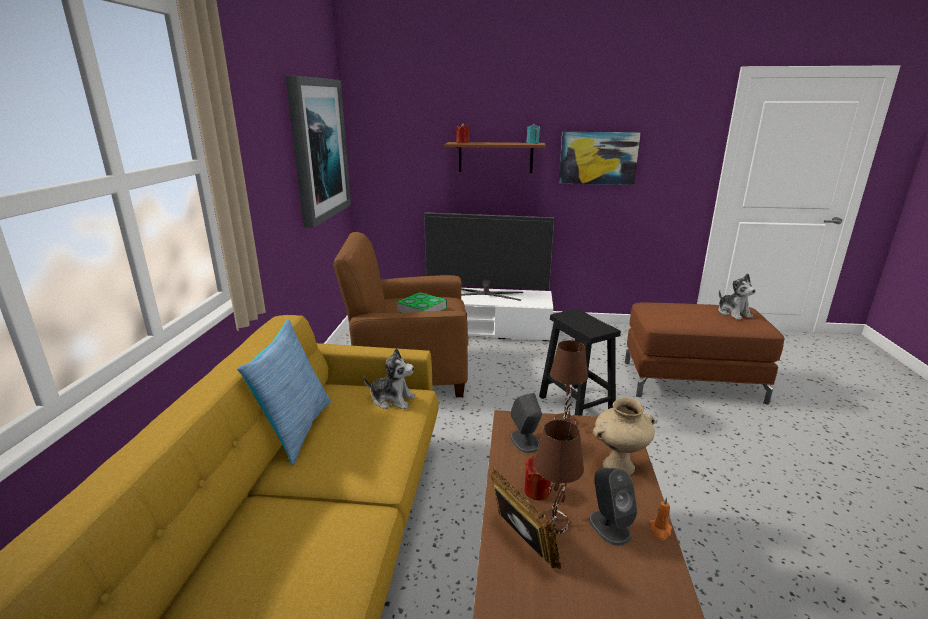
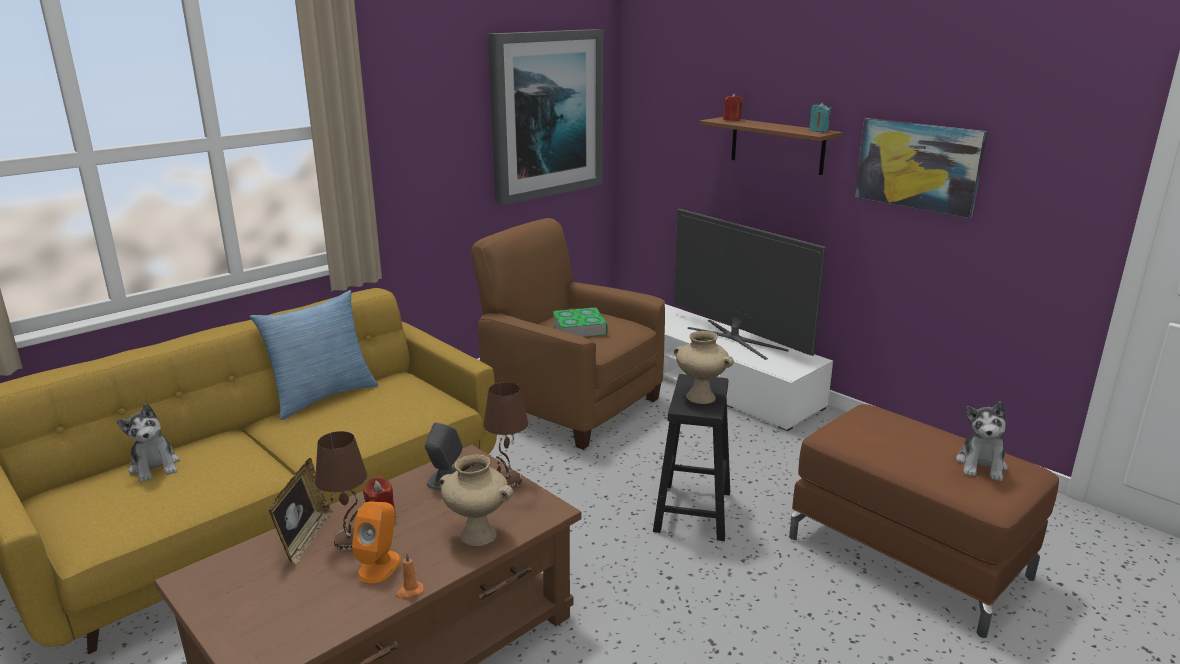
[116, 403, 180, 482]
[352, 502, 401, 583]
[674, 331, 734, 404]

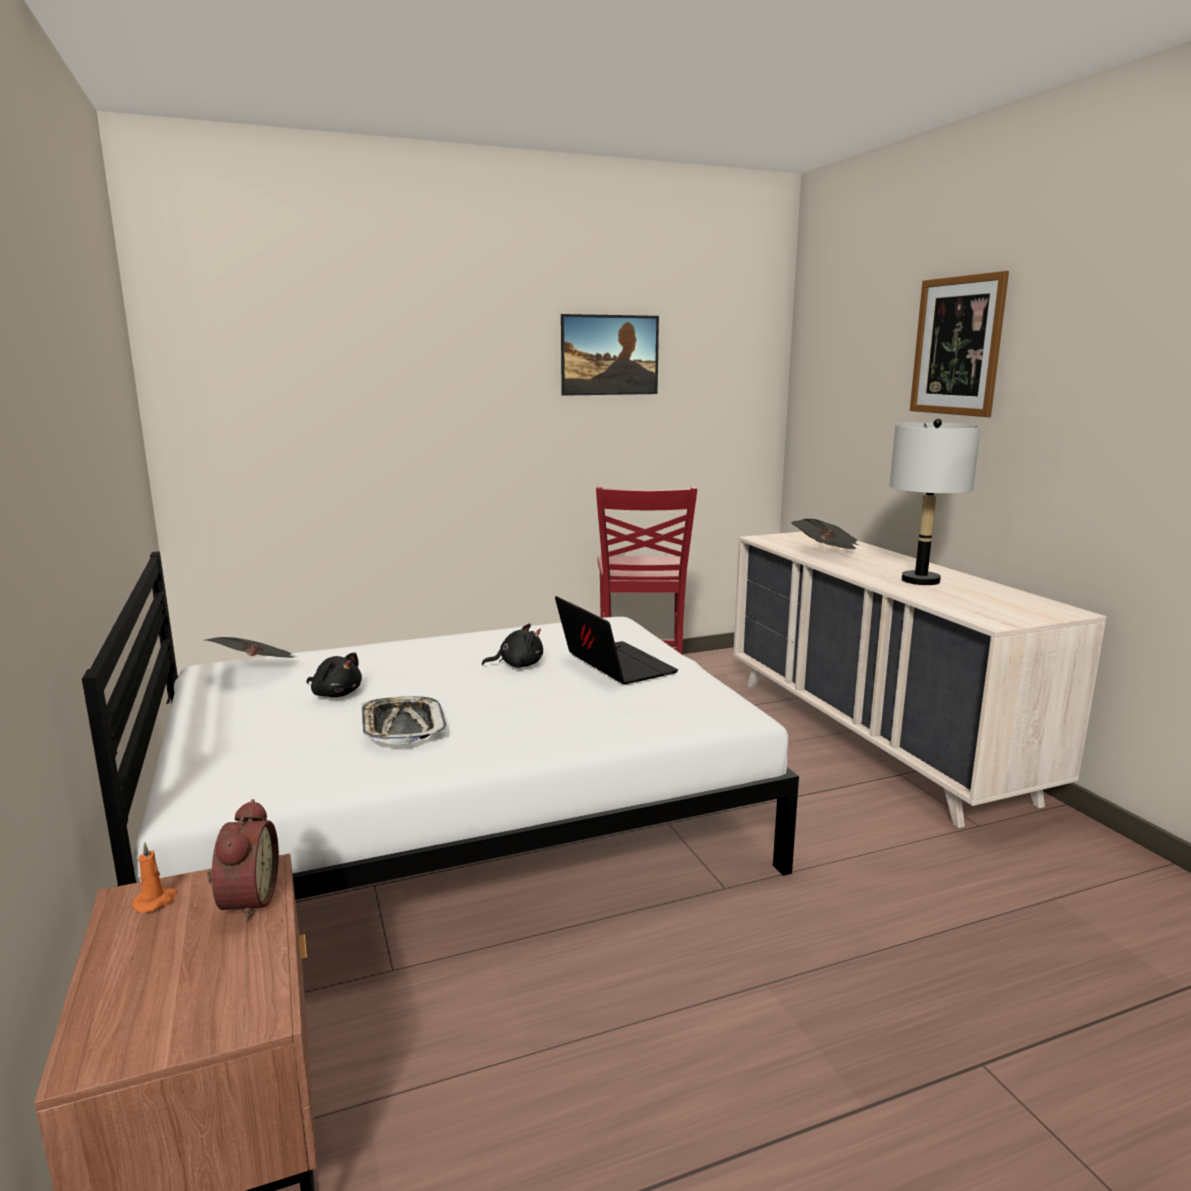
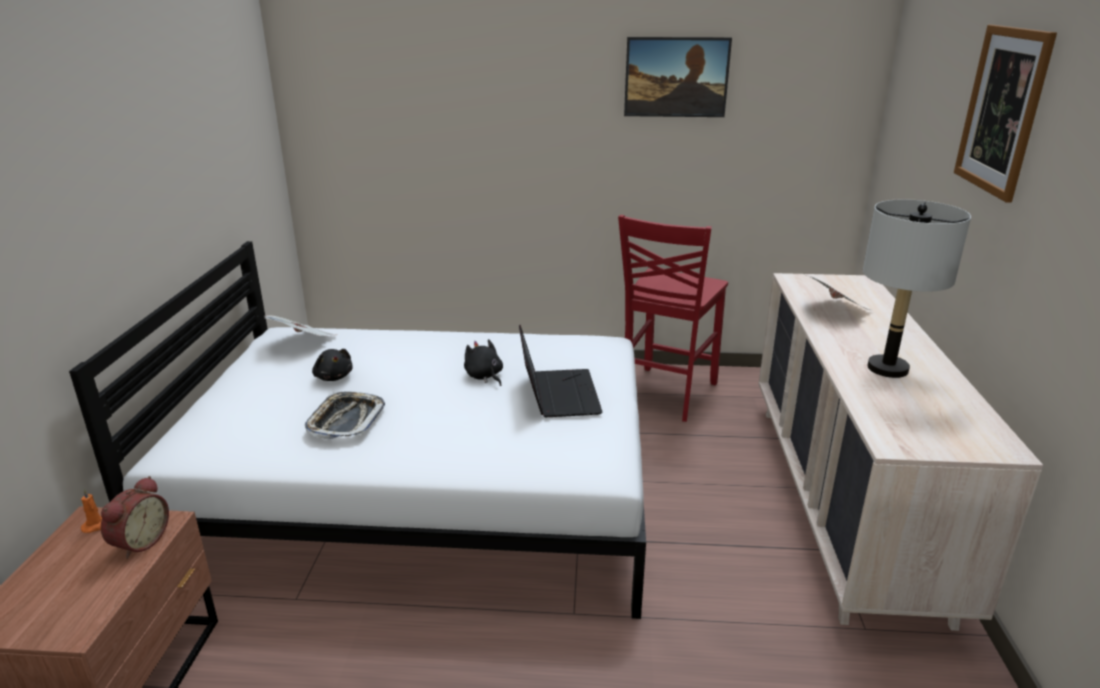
[464, 339, 503, 386]

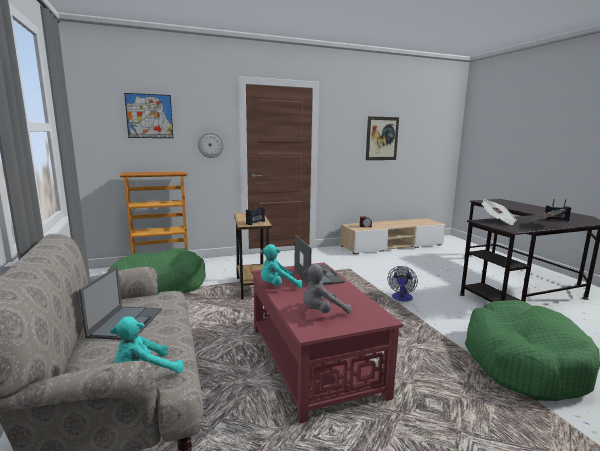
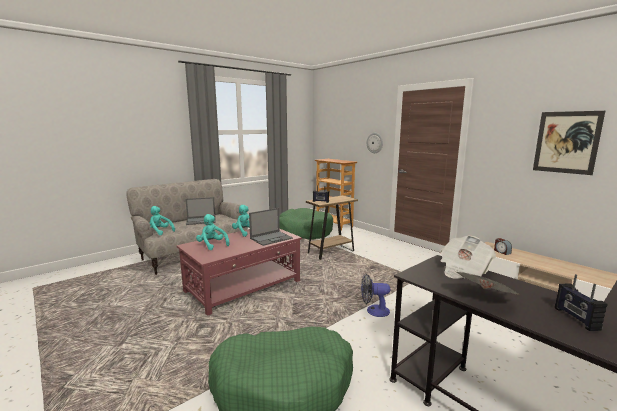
[196, 214, 230, 250]
[124, 93, 173, 138] (first image)

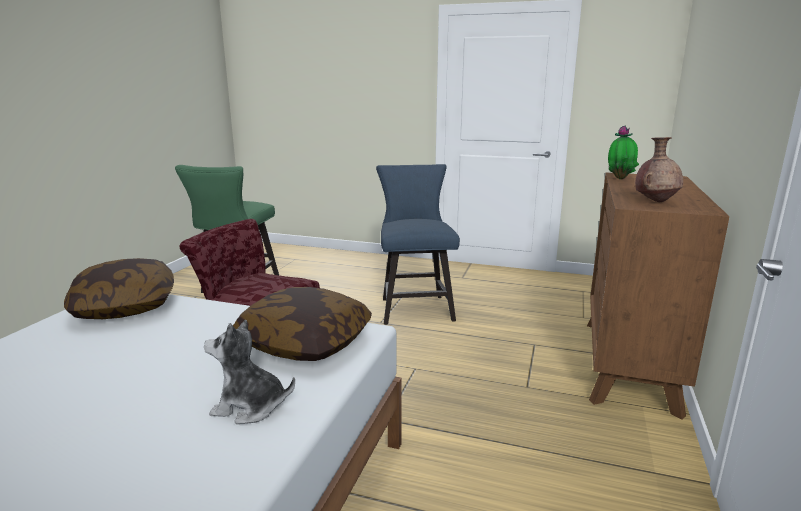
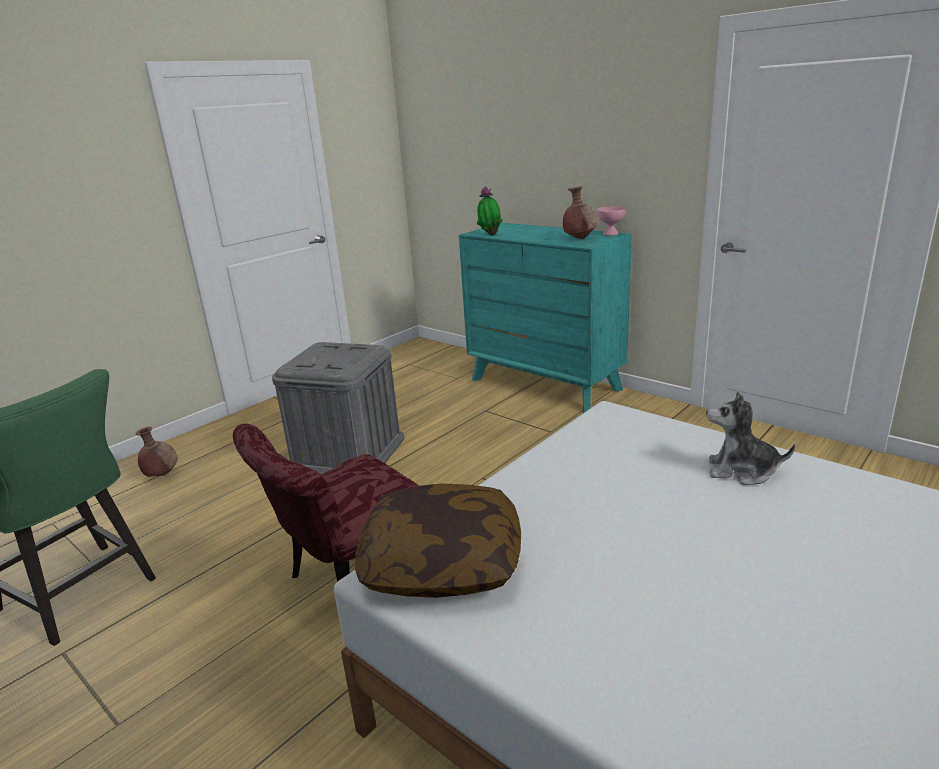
[136, 427, 178, 477]
[272, 342, 405, 475]
[459, 223, 632, 413]
[597, 207, 626, 236]
[706, 392, 795, 485]
[233, 287, 372, 361] (first image)

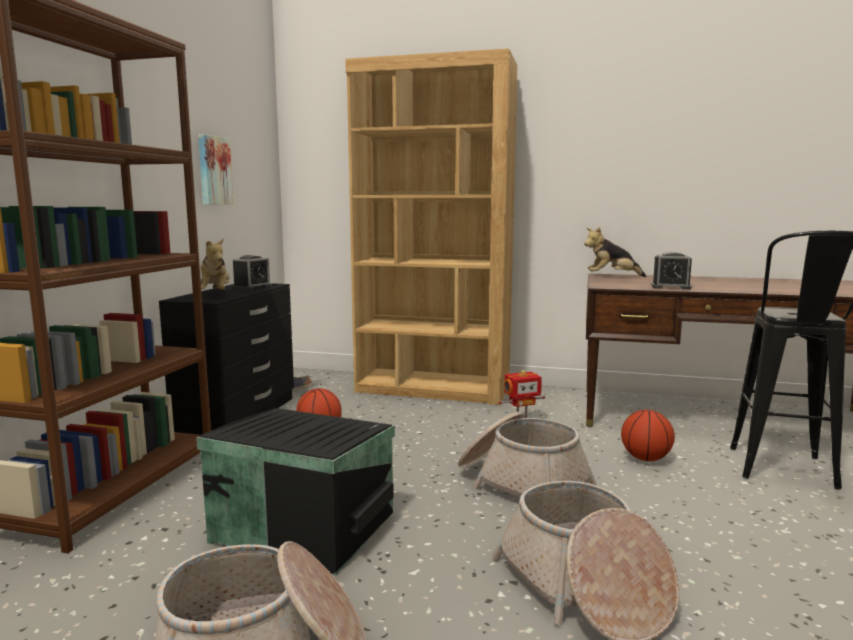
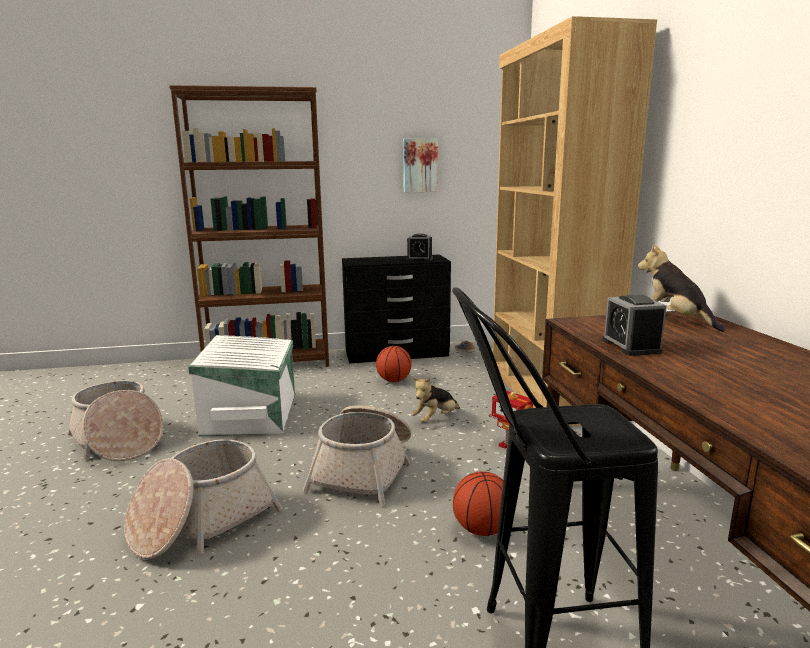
[188, 335, 295, 437]
[411, 377, 460, 423]

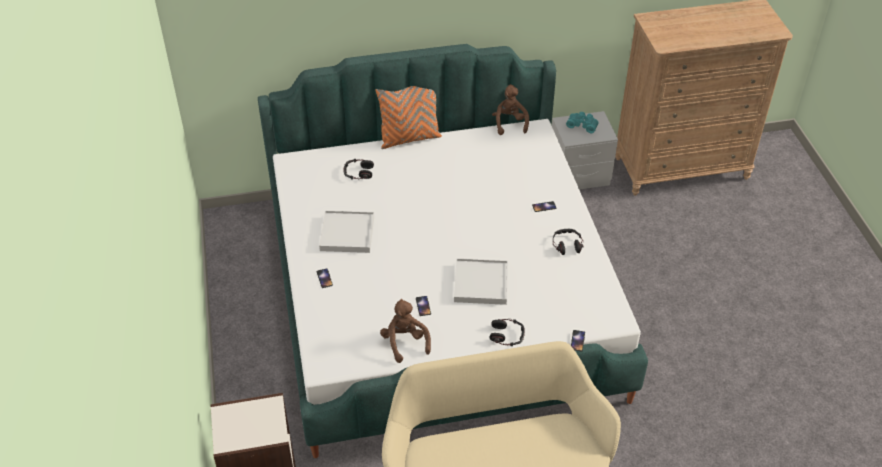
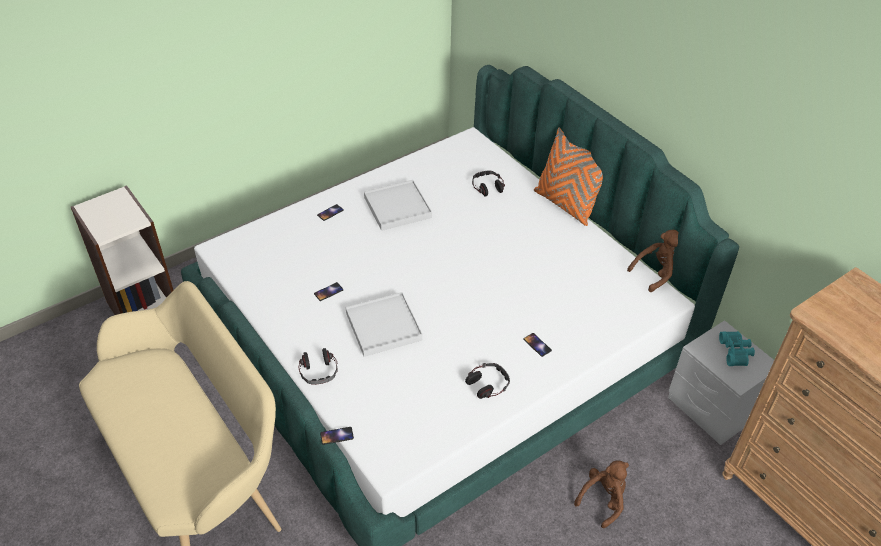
[574, 461, 629, 528]

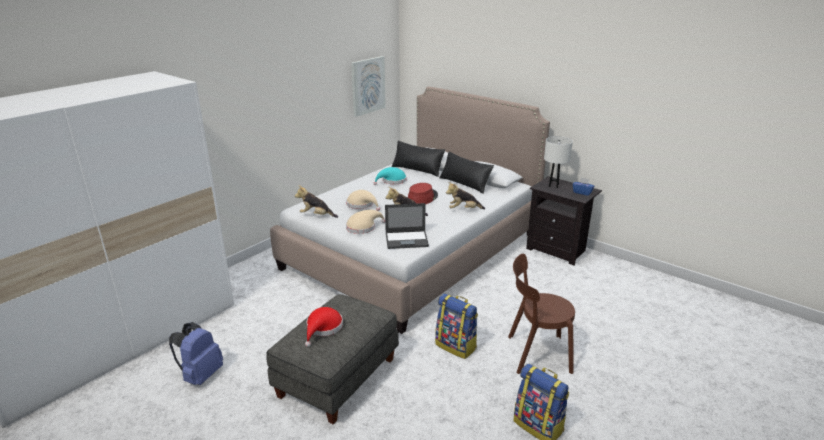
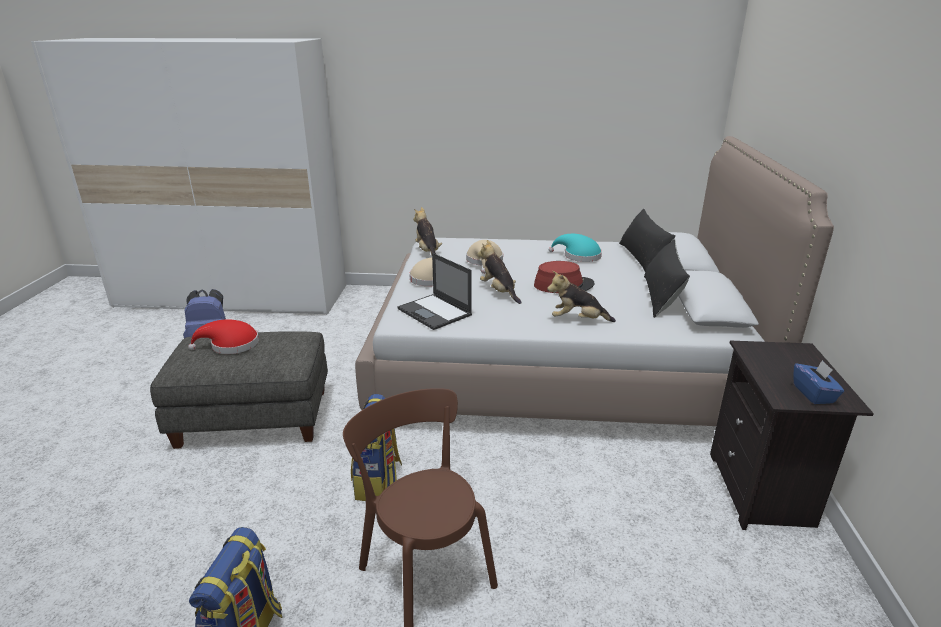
[547, 271, 616, 322]
[351, 56, 386, 117] (first image)
[544, 136, 573, 188] (first image)

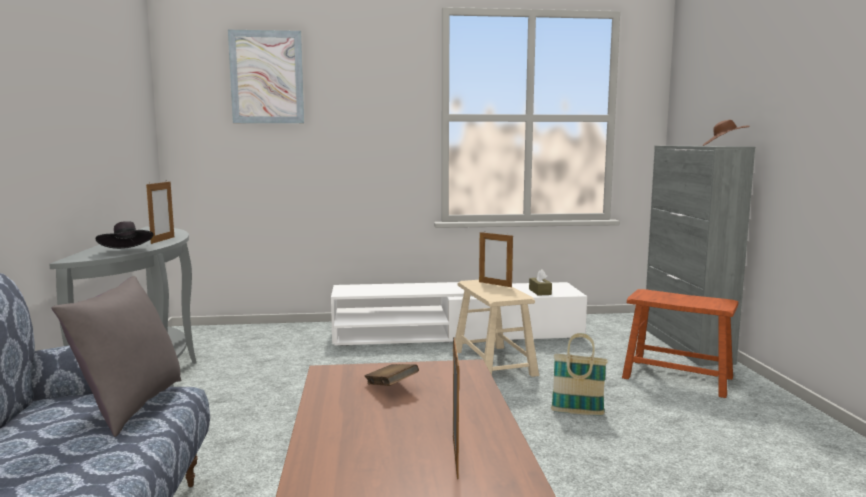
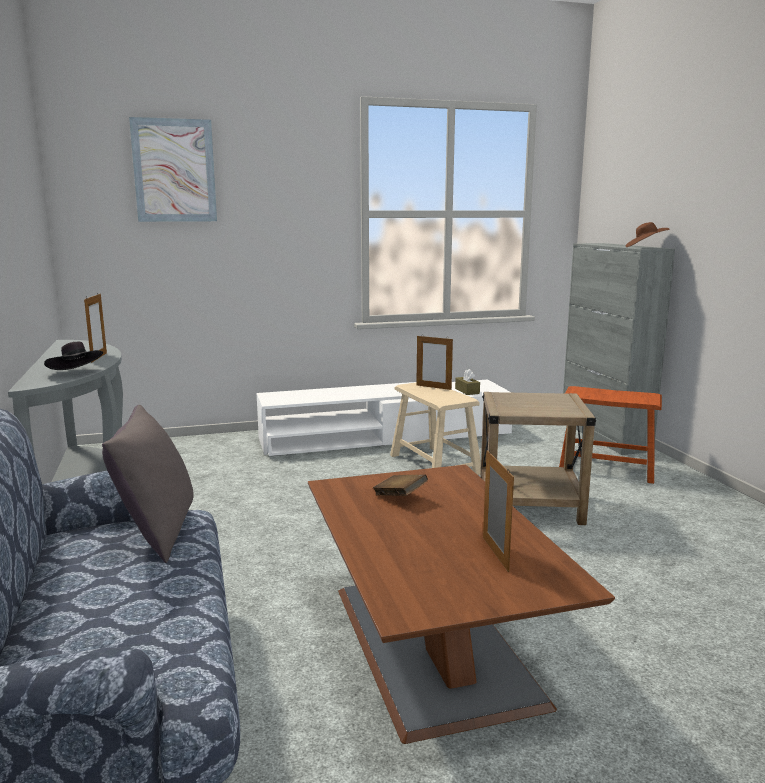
[481, 392, 596, 525]

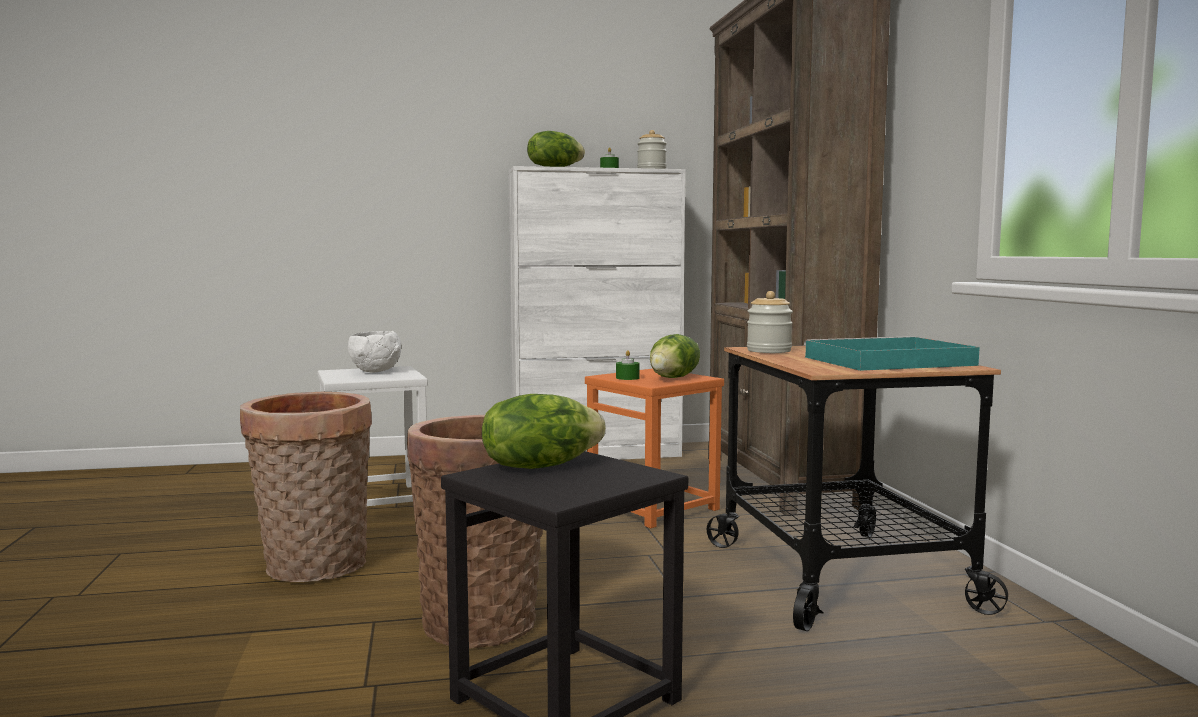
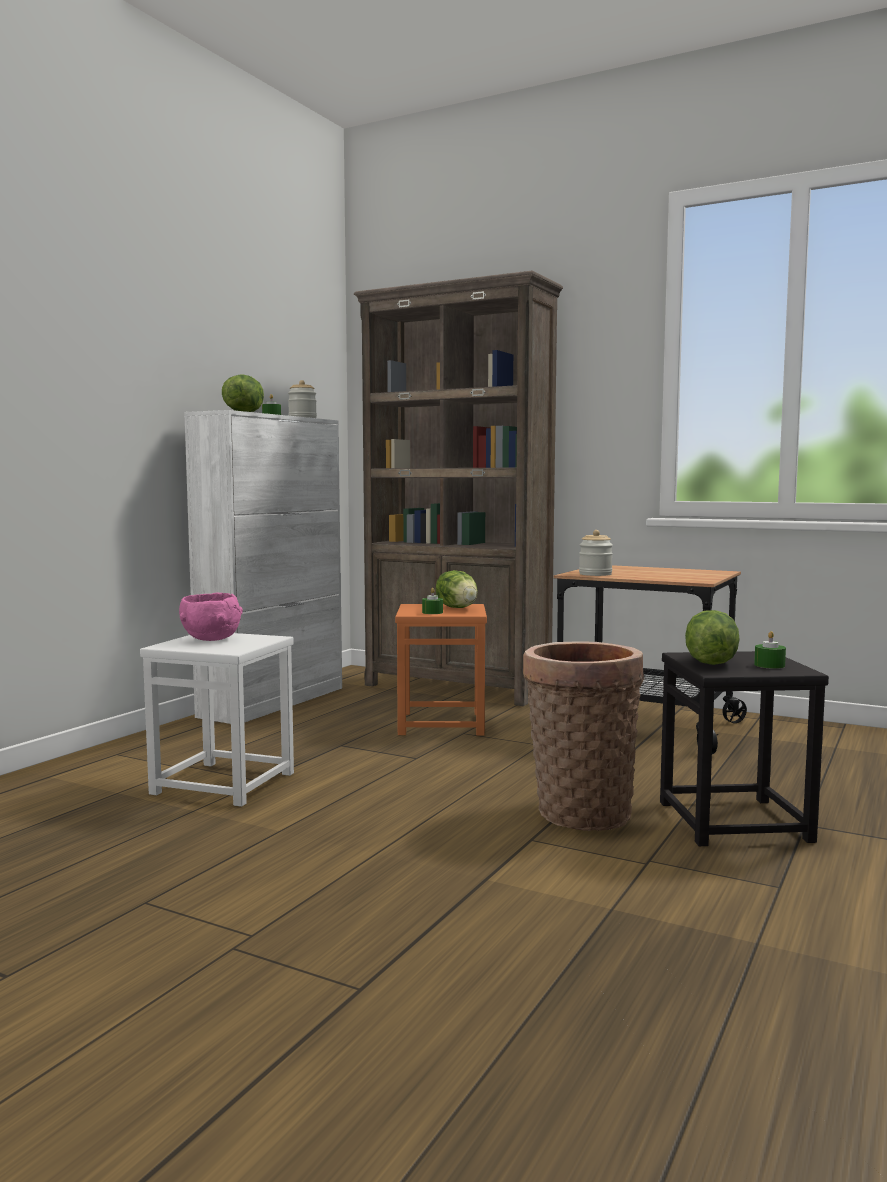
[179, 592, 243, 641]
[754, 631, 786, 669]
[240, 392, 372, 582] (first image)
[804, 336, 980, 371] (first image)

